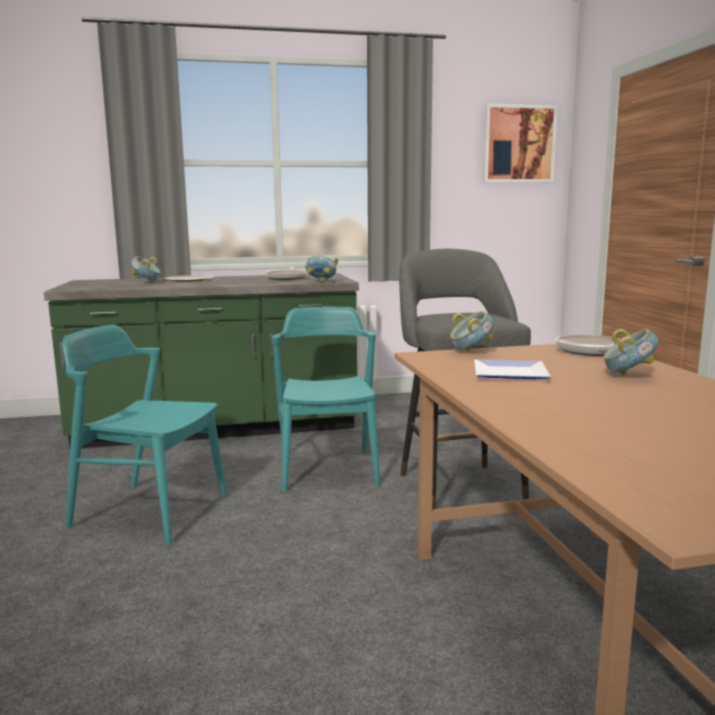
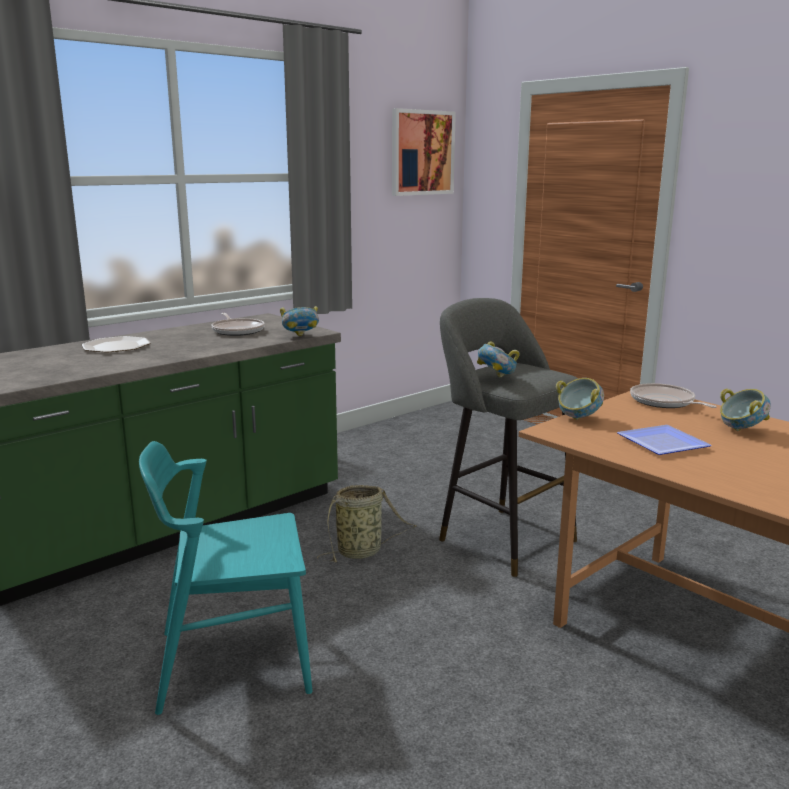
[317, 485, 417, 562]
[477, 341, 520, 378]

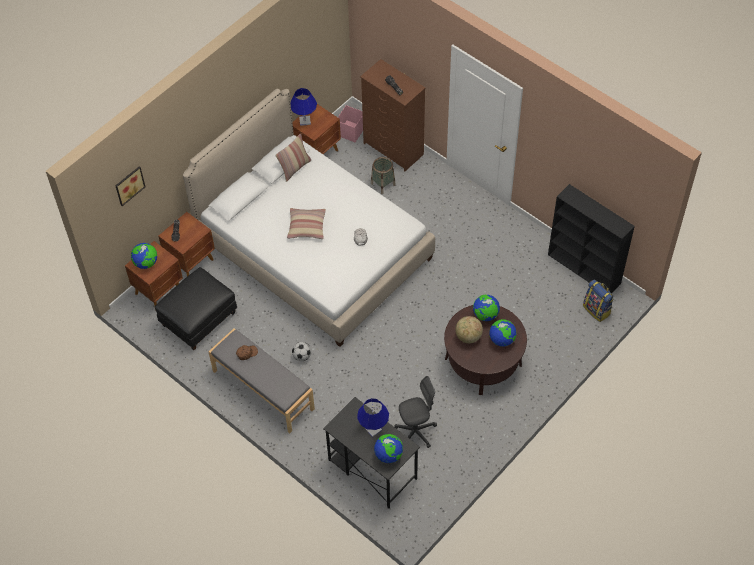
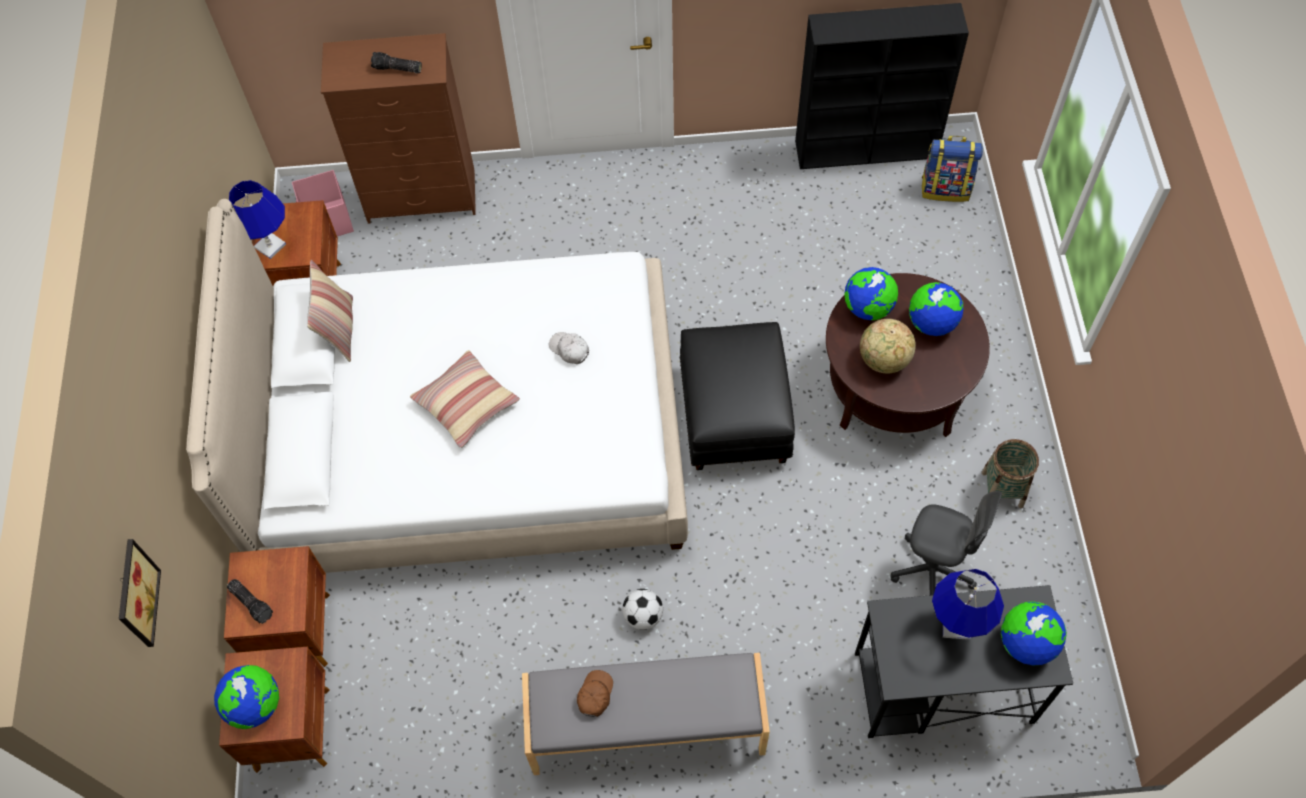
[679, 322, 795, 470]
[890, 491, 1002, 595]
[981, 439, 1039, 508]

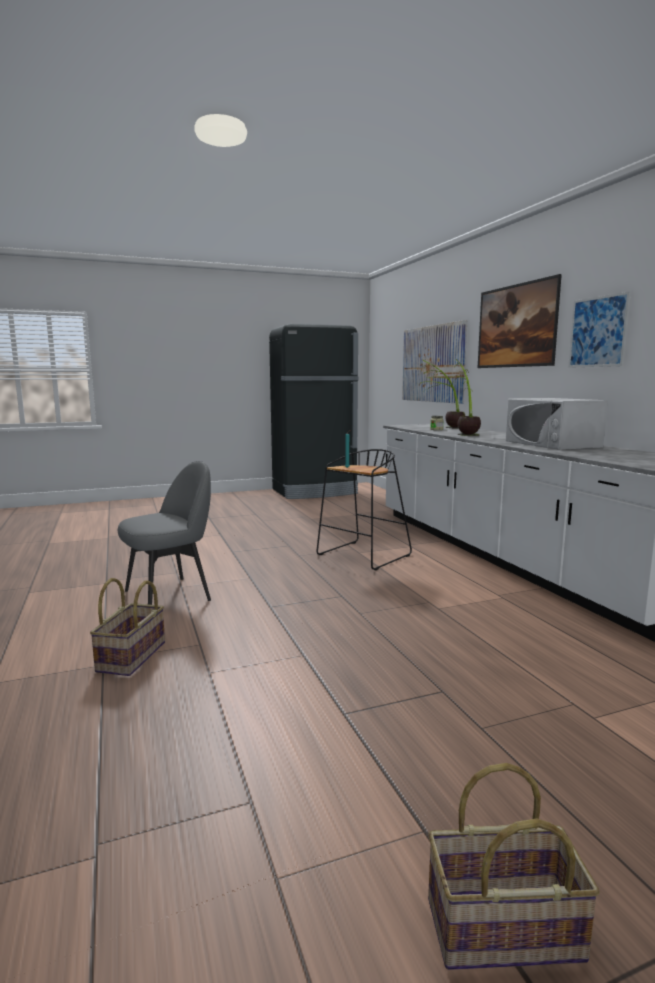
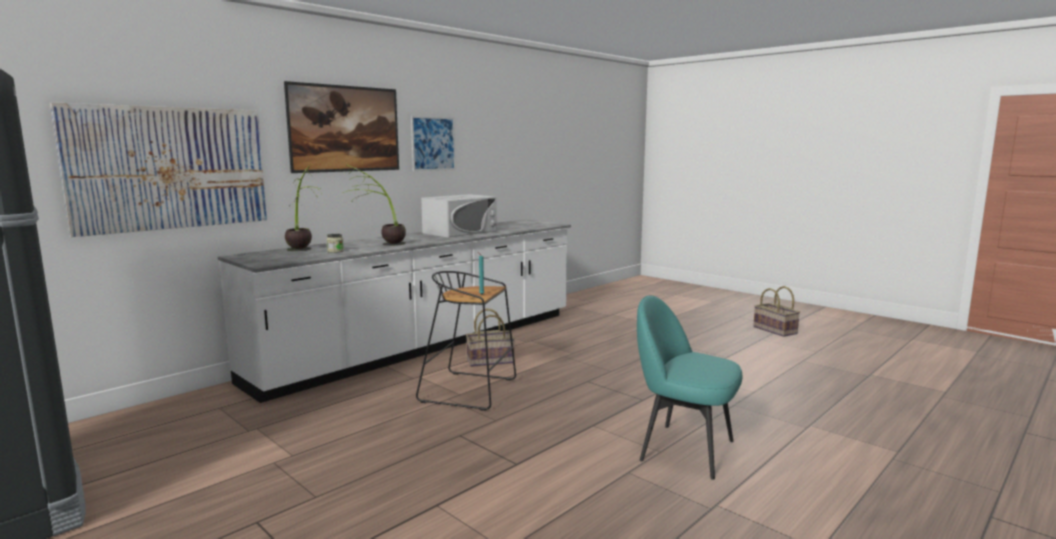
[466, 309, 515, 367]
[637, 295, 743, 480]

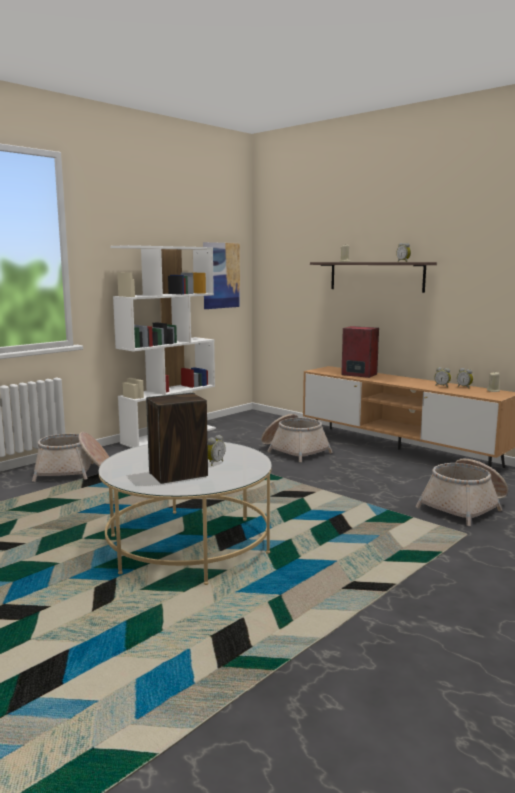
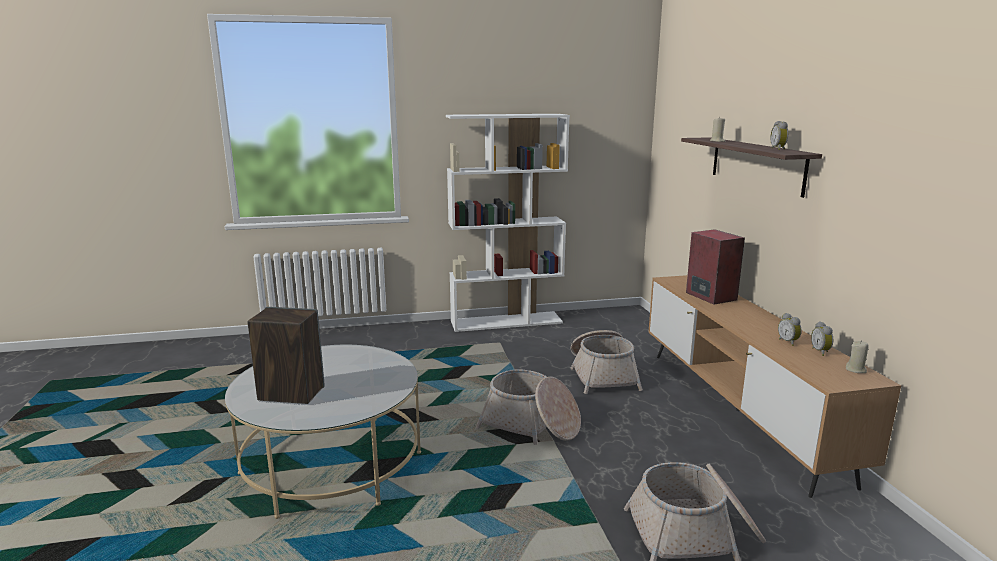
[476, 370, 581, 445]
[203, 242, 240, 309] (first image)
[208, 435, 226, 466] (first image)

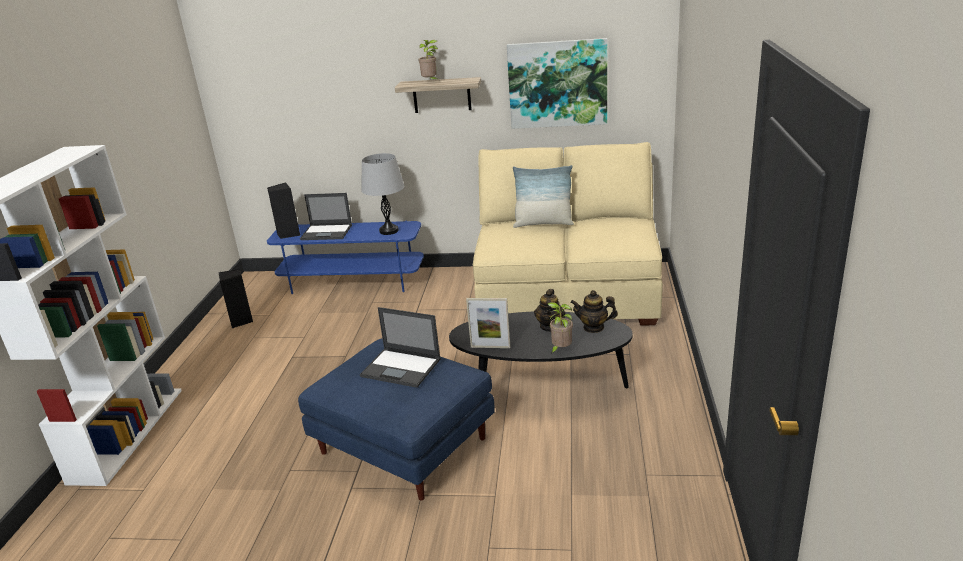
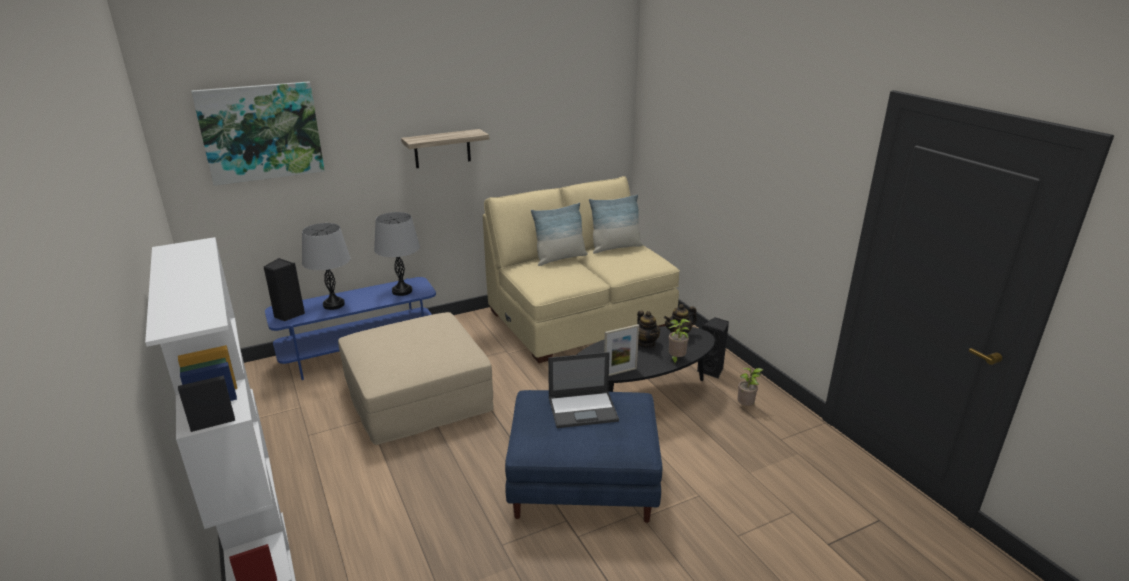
[191, 81, 325, 186]
[302, 223, 351, 310]
[338, 312, 494, 445]
[589, 194, 643, 254]
[697, 317, 729, 379]
[738, 368, 763, 406]

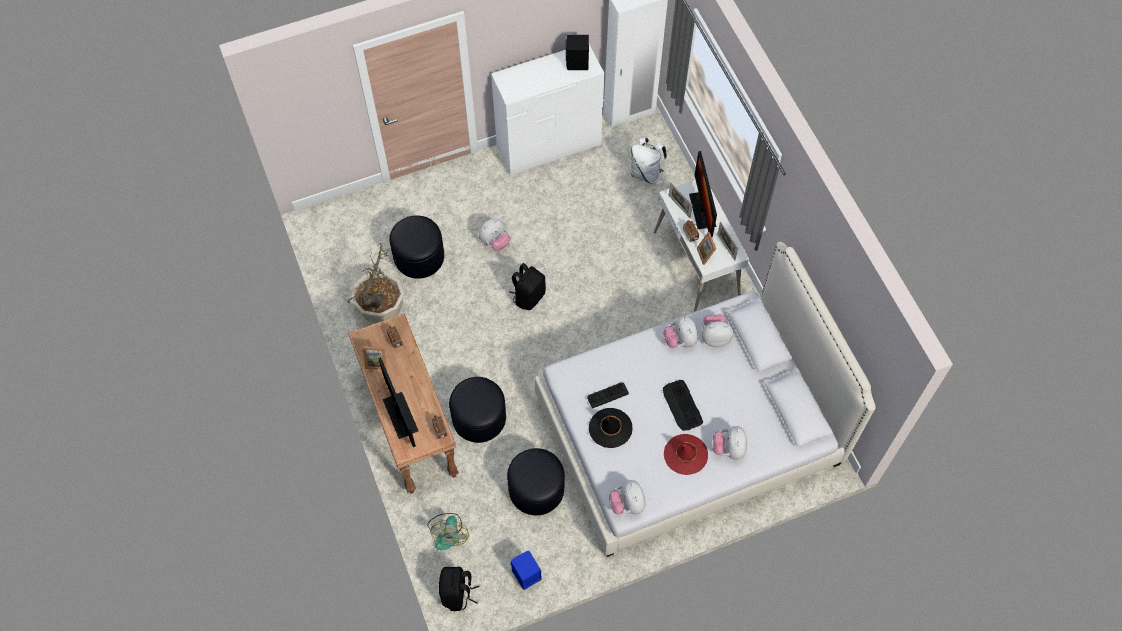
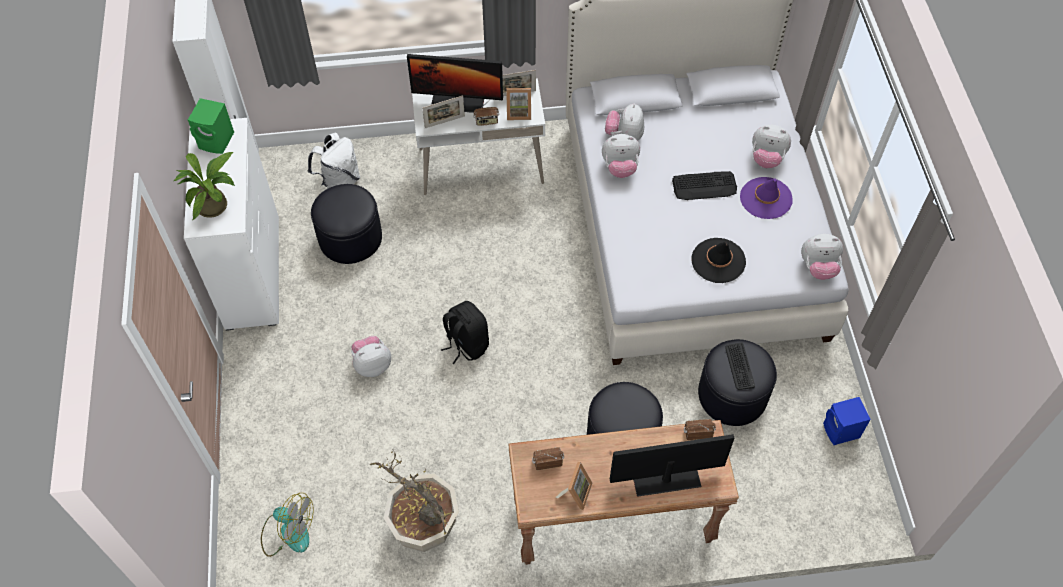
[174, 152, 235, 220]
[188, 98, 234, 154]
[261, 493, 314, 557]
[311, 184, 382, 264]
[351, 336, 391, 377]
[725, 342, 755, 390]
[740, 177, 793, 219]
[439, 567, 480, 611] (first image)

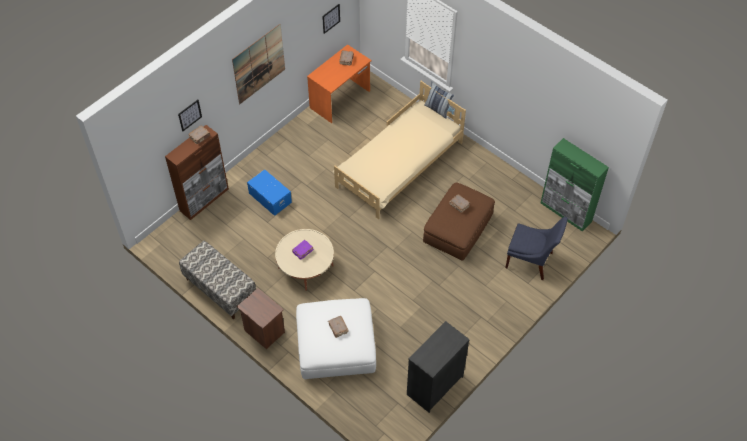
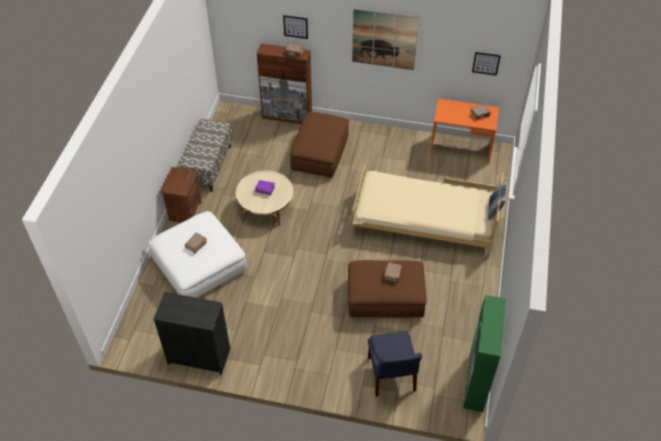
[290, 112, 349, 178]

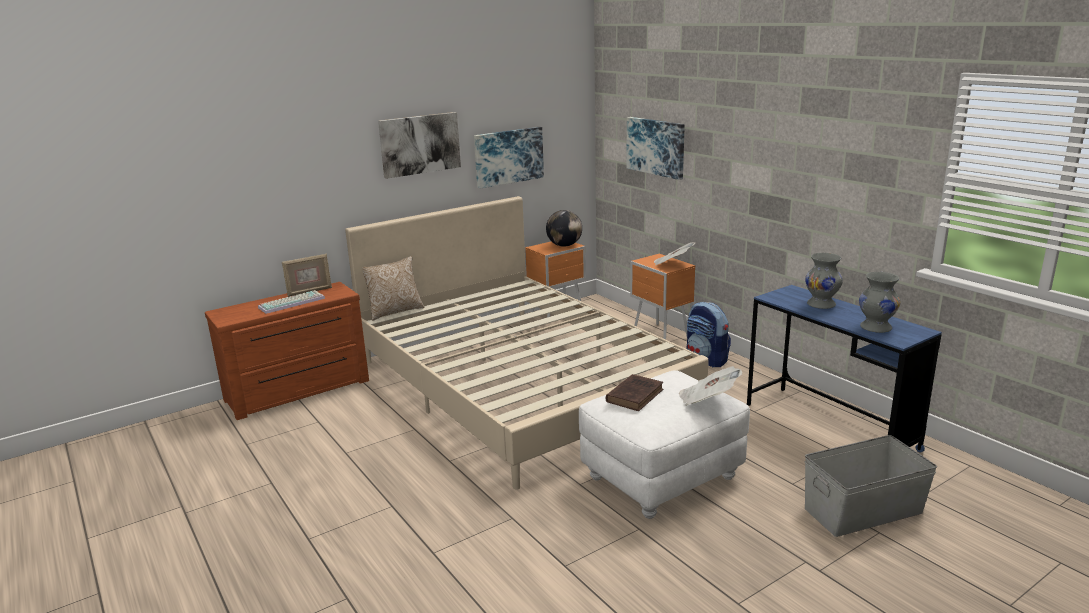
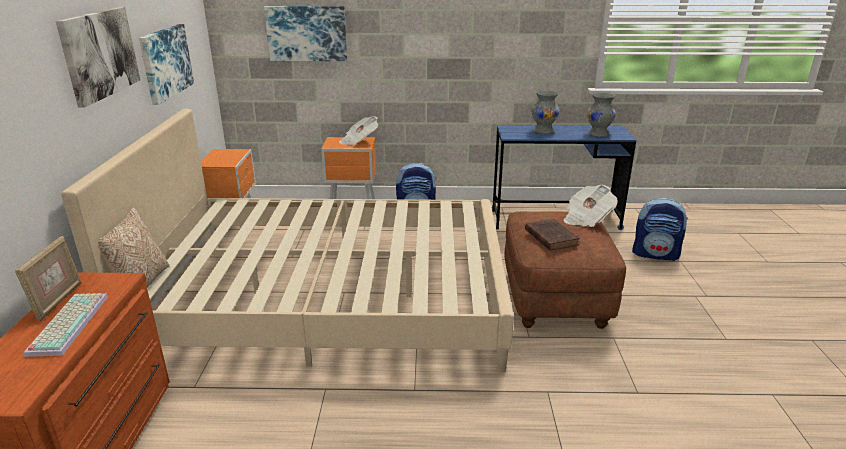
[504, 211, 626, 329]
[632, 198, 688, 261]
[546, 210, 582, 247] (first image)

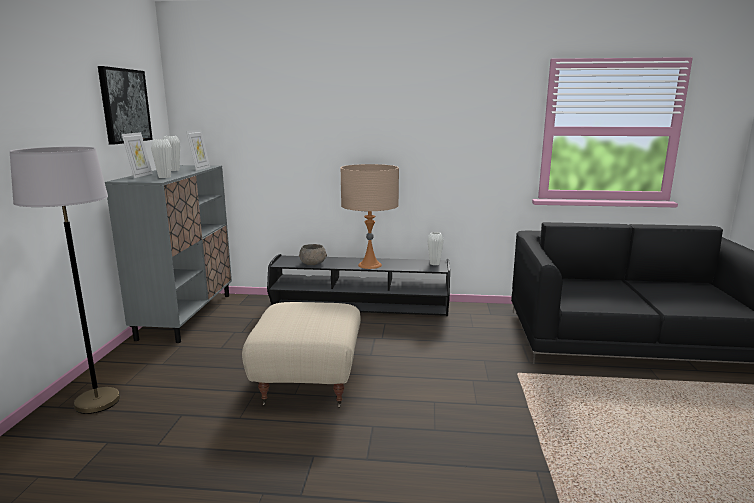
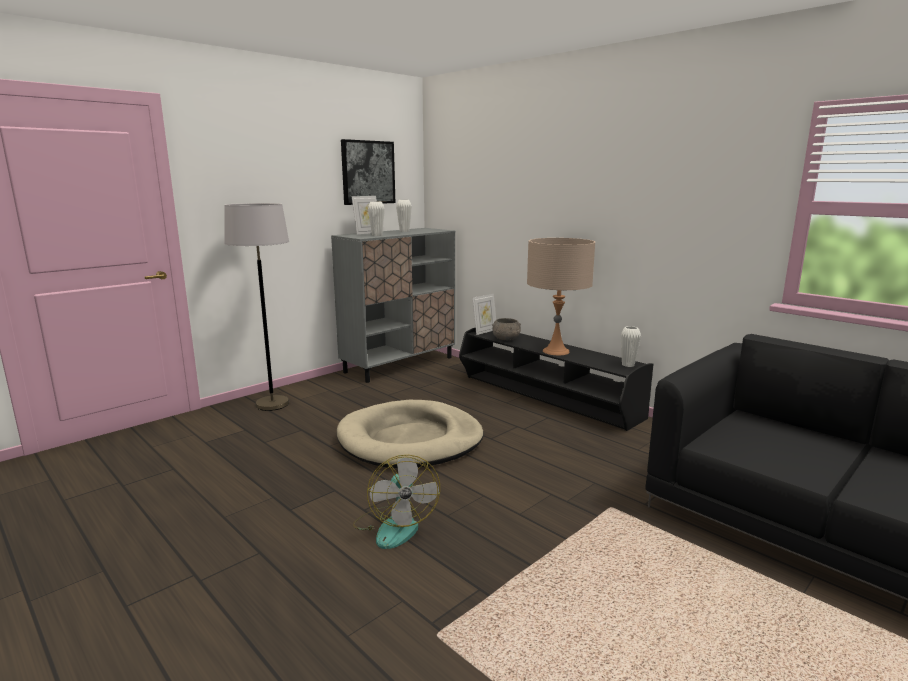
[337, 400, 484, 468]
[353, 455, 440, 549]
[473, 294, 496, 335]

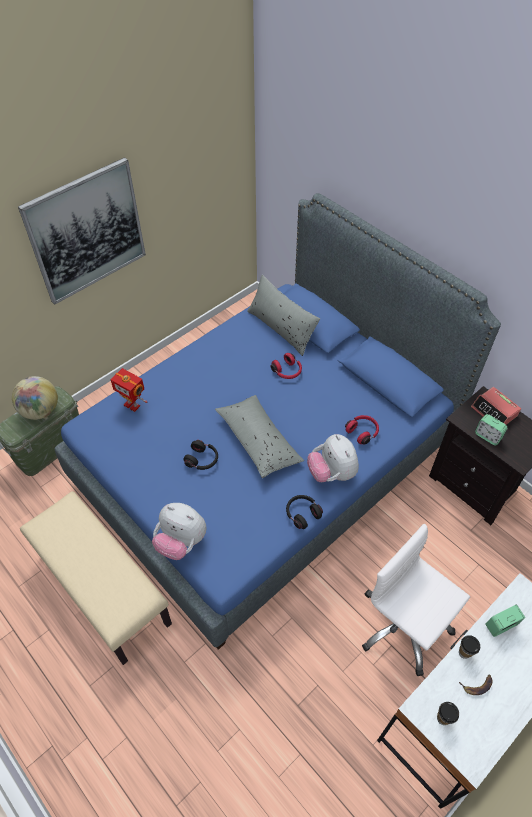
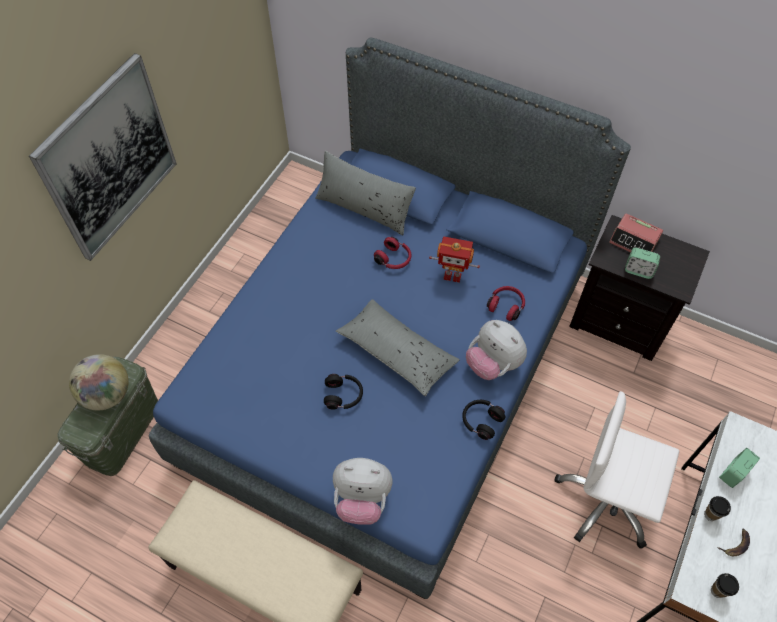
[429, 237, 480, 283]

